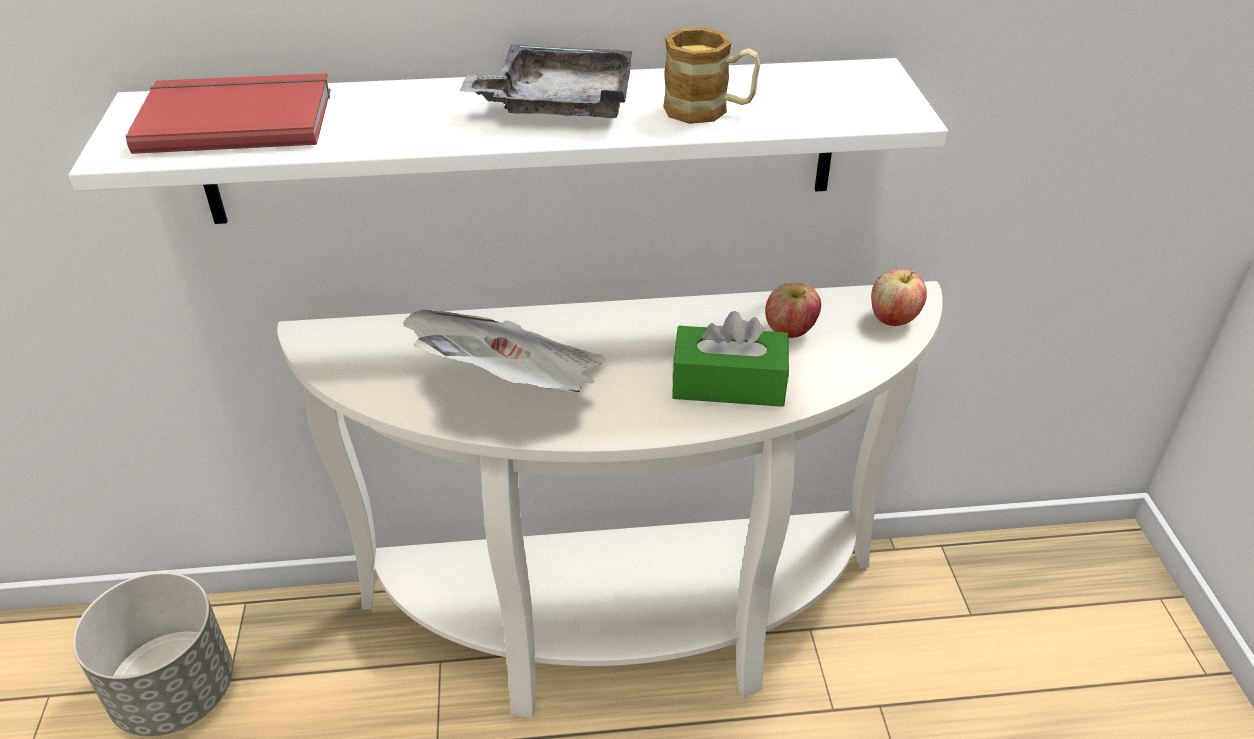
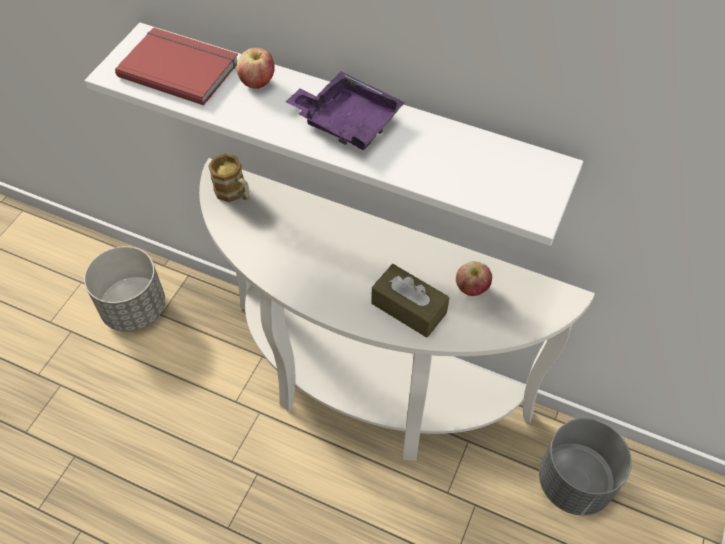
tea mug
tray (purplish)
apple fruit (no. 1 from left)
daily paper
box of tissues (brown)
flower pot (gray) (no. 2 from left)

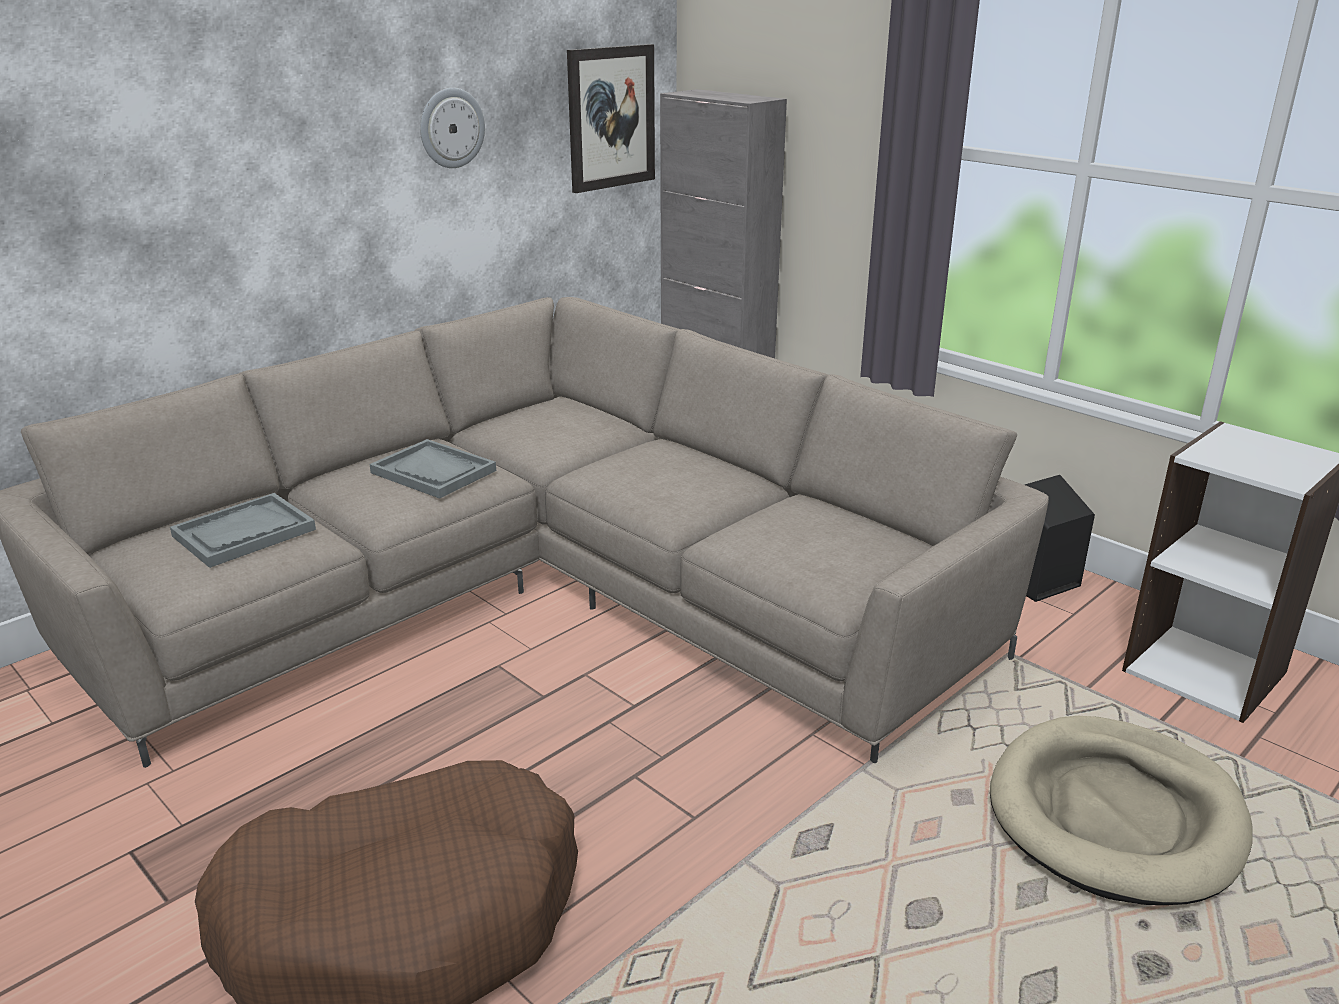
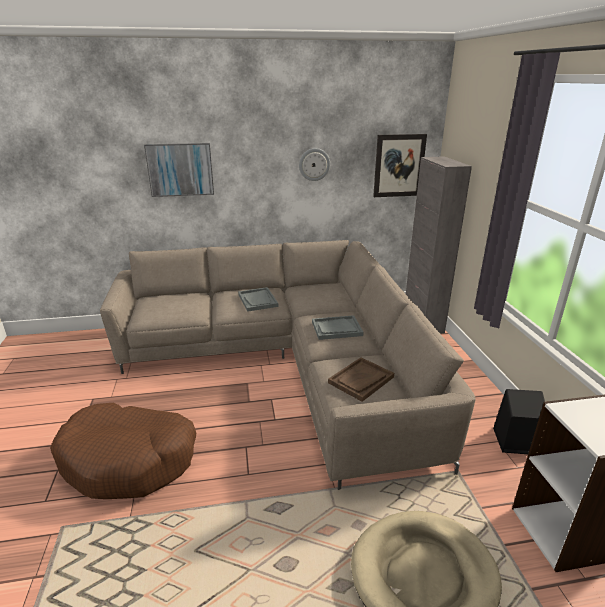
tray (gray) (no. 2 from left)
wall art (no. 1 from left)
tray (brown)

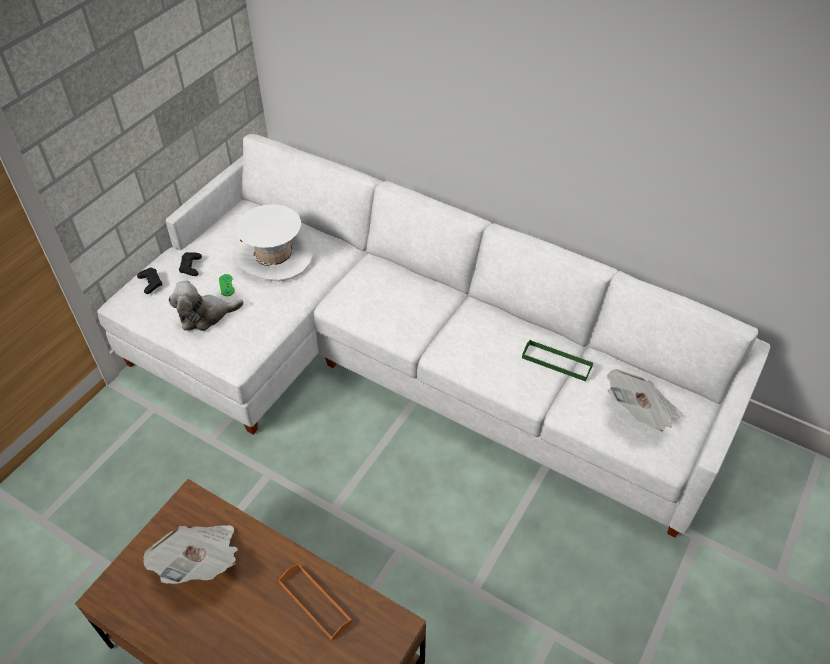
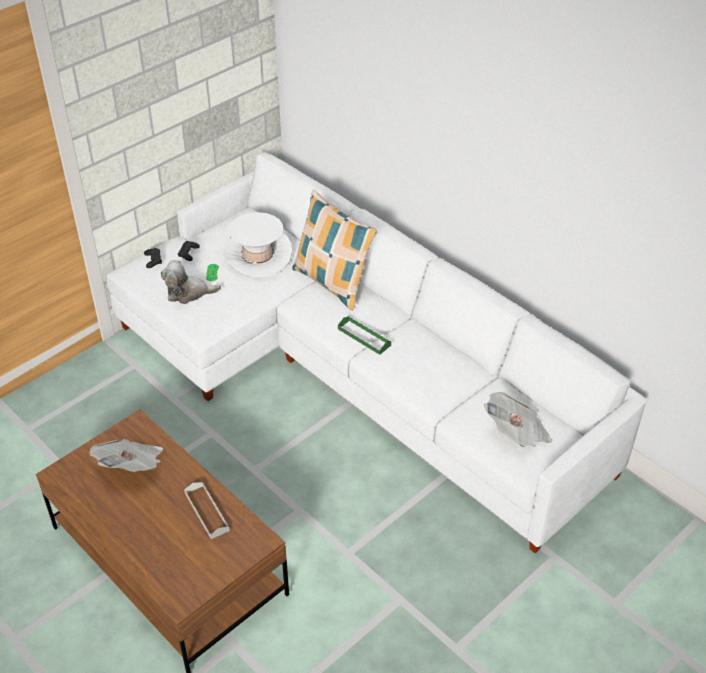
tray (green-coloured)
tray (gray)
throw pillow

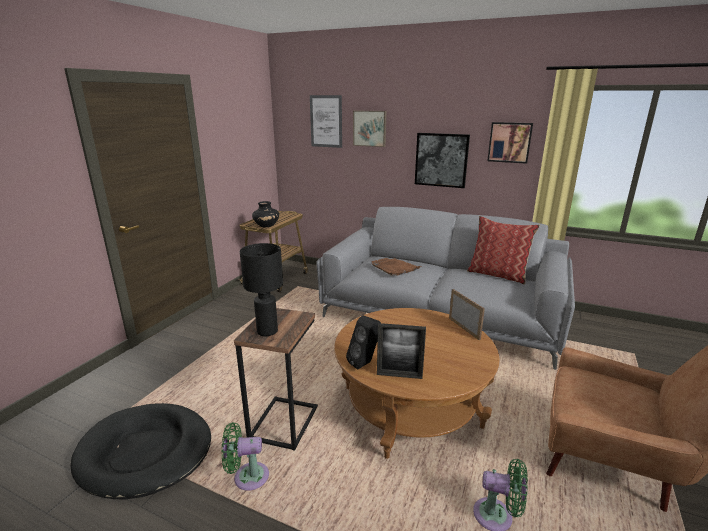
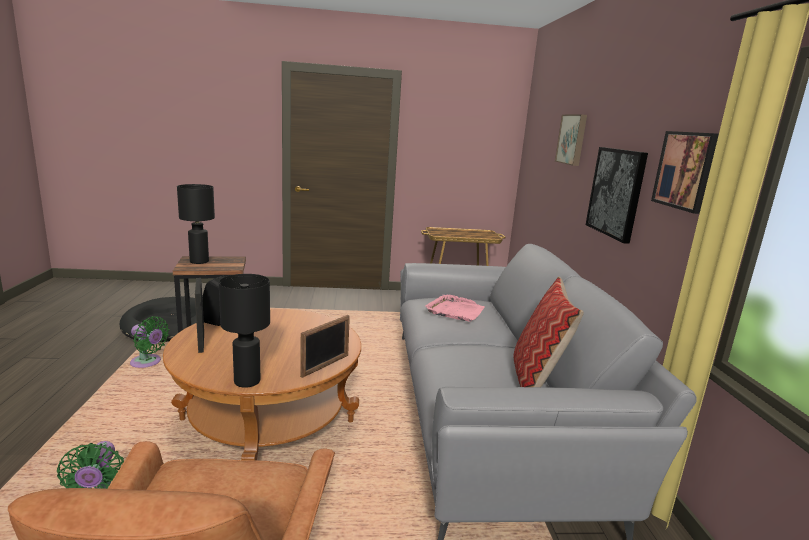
wall art (no. 1 from left in the first image)
decorative vase (blackish)
tray (pink-coloured)
fan (green-coloured) (no. 2 from left)
tabletop lamp (blackish) (no. 2 from left)

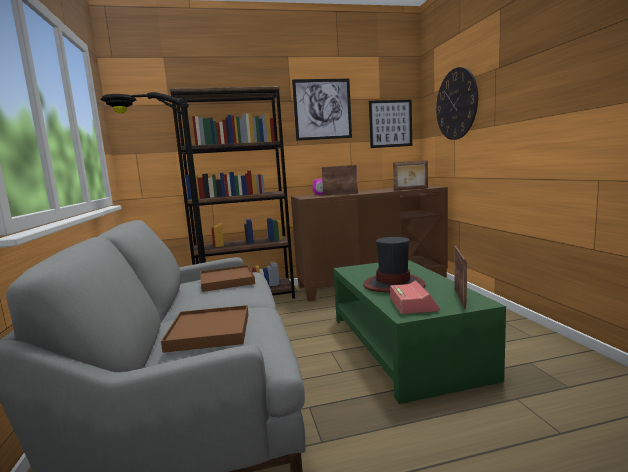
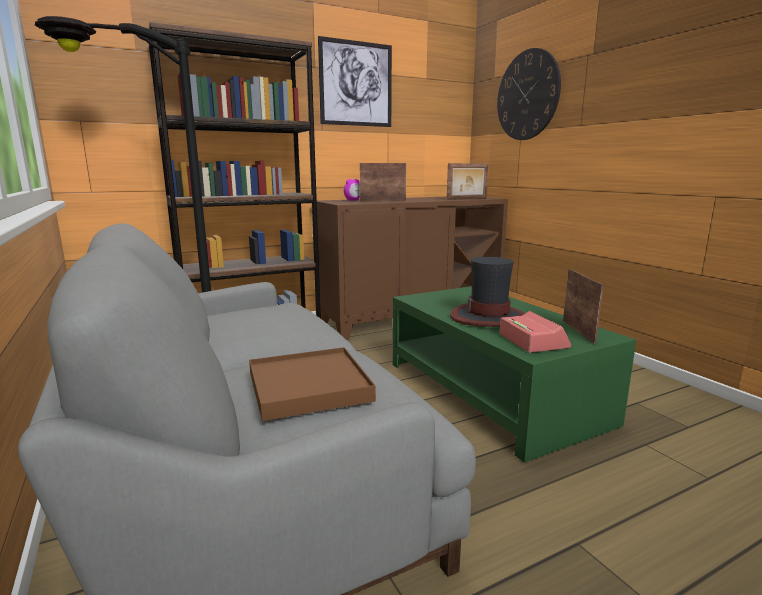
wall art (no. 2 from left in the first image)
tray (brown) (no. 2 from left in the first image)

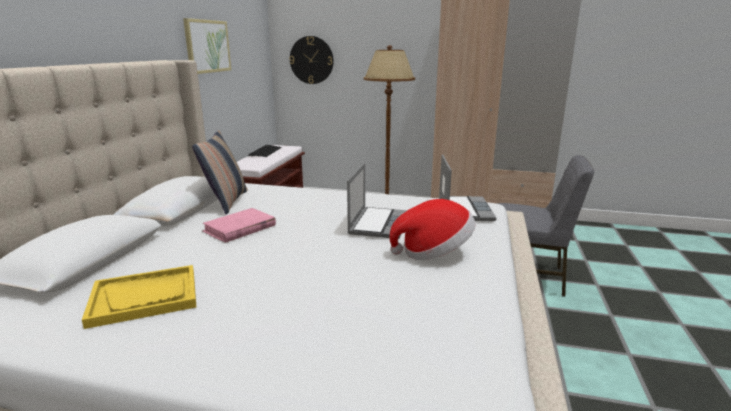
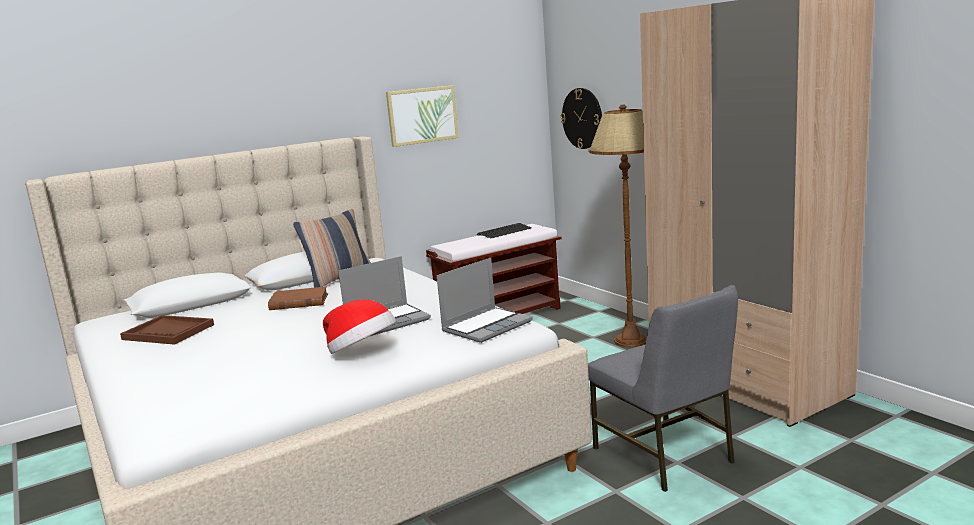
bound book (brown)
tray (brown)

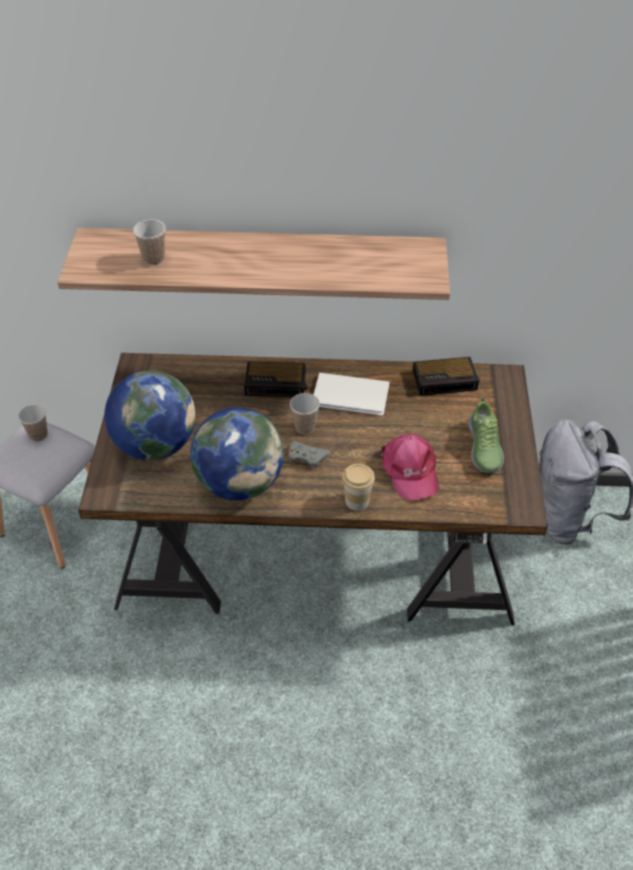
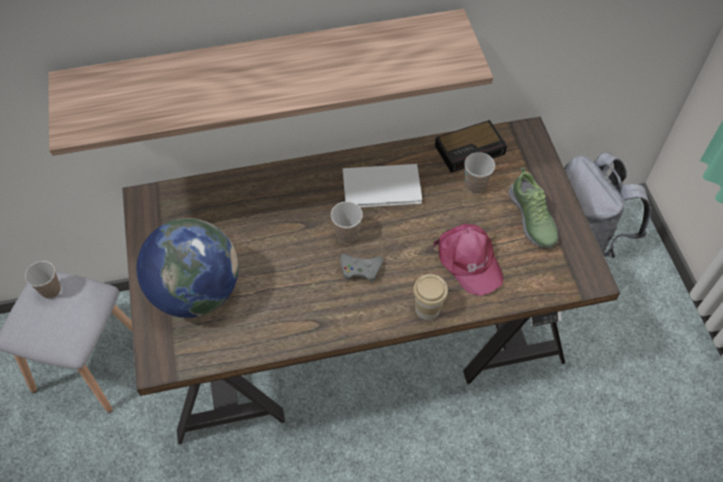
cup (no. 4 from left)
bedside clock (no. 1 from left in the first image)
globe (no. 2 from left in the first image)

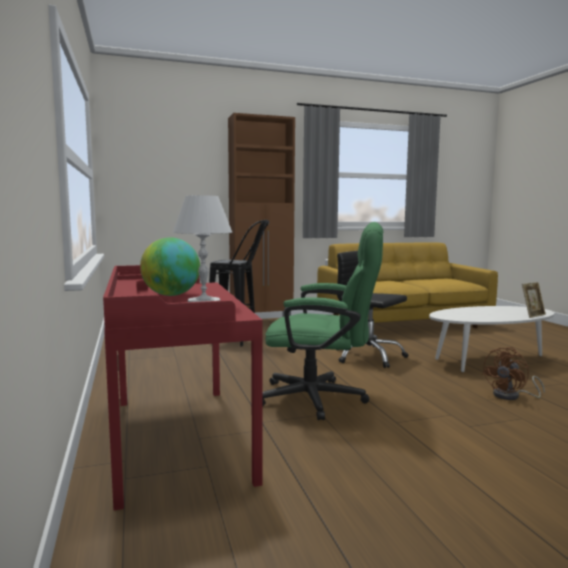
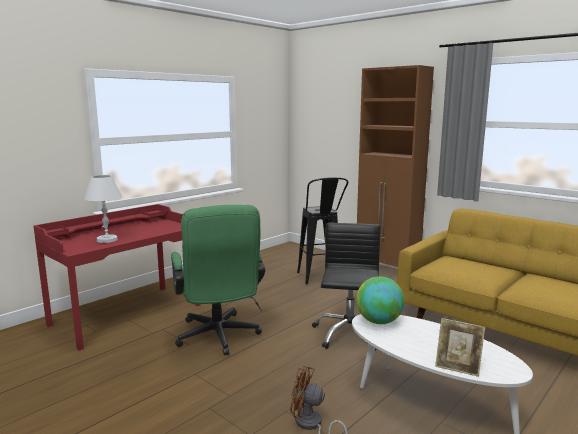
globe

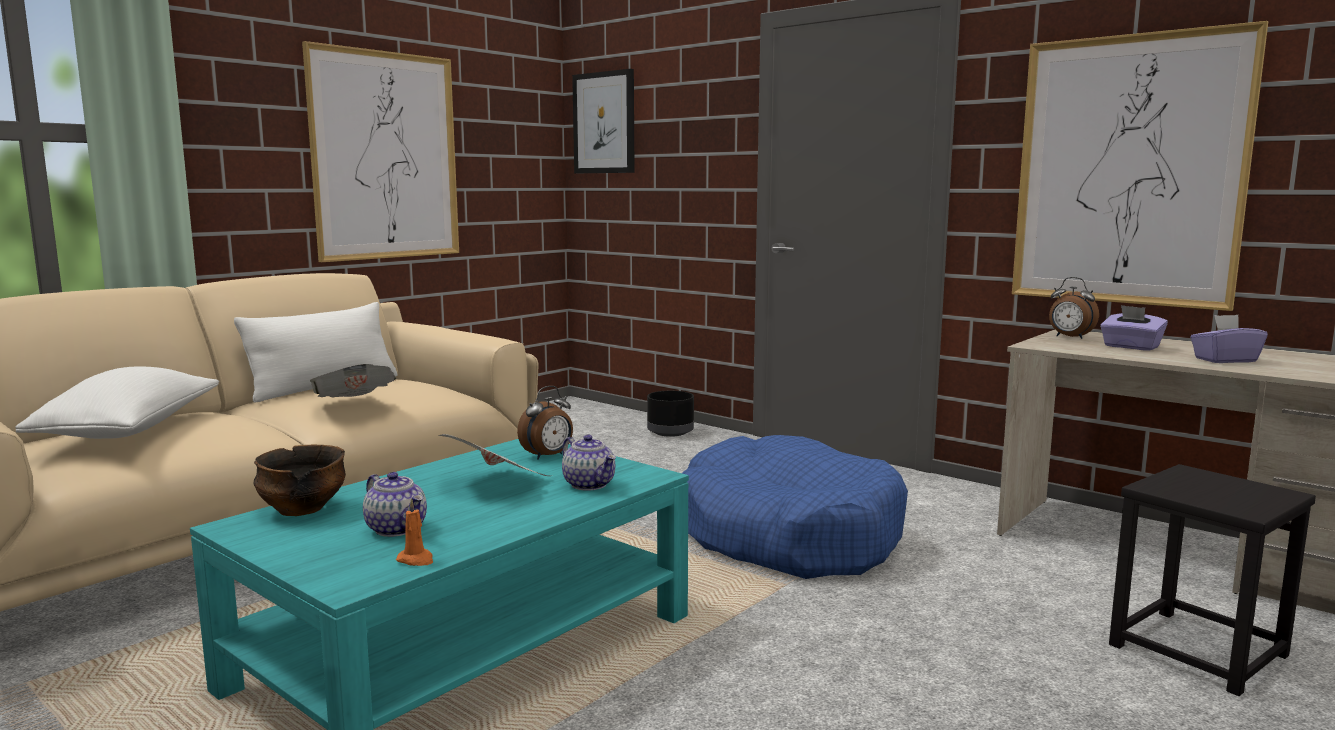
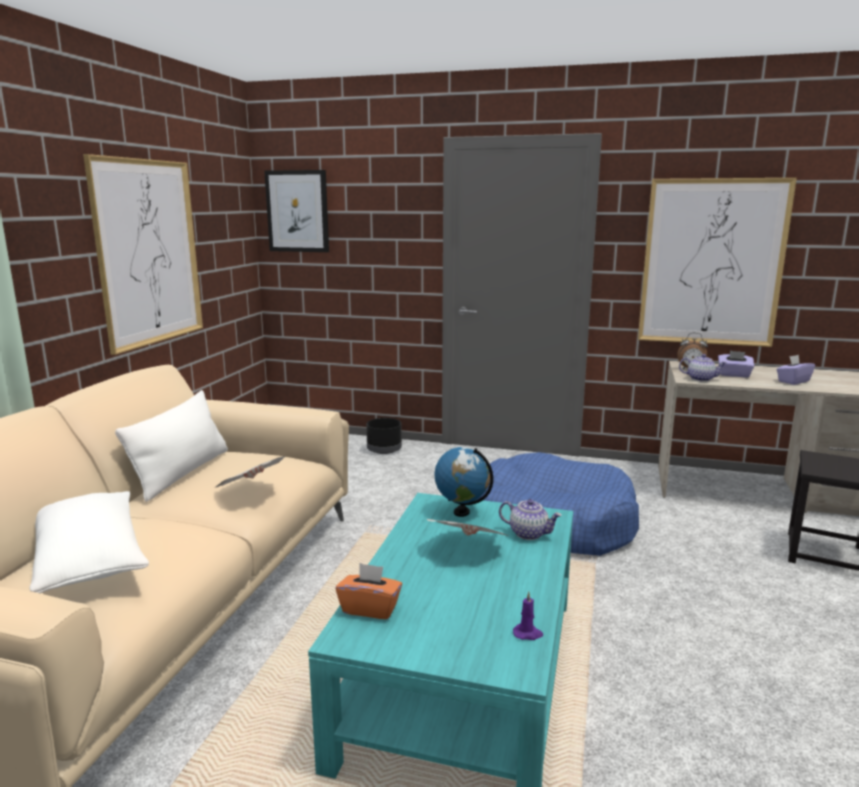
globe
box of tissues (orange)
tea pot (no. 2 from left)
candle (purplish)

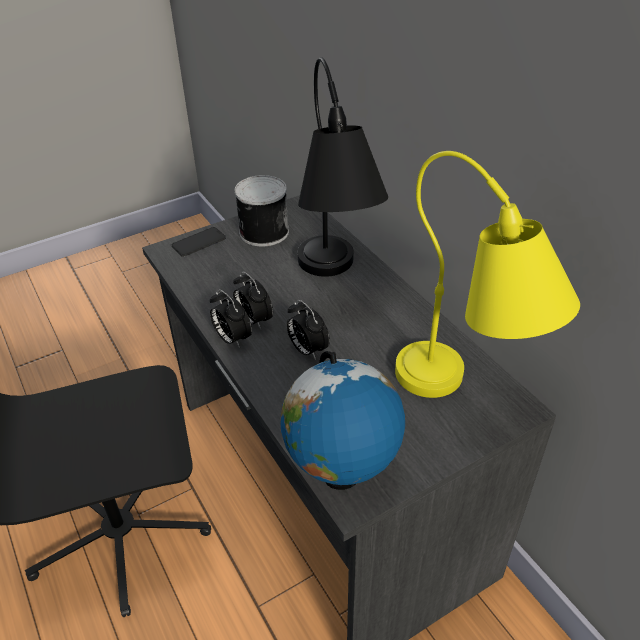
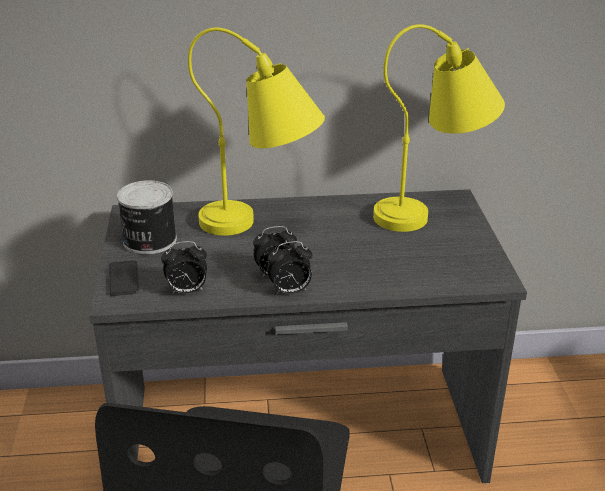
tabletop lamp (yellow) (no. 1 from left)
bedside clock (no. 1 from left)
globe

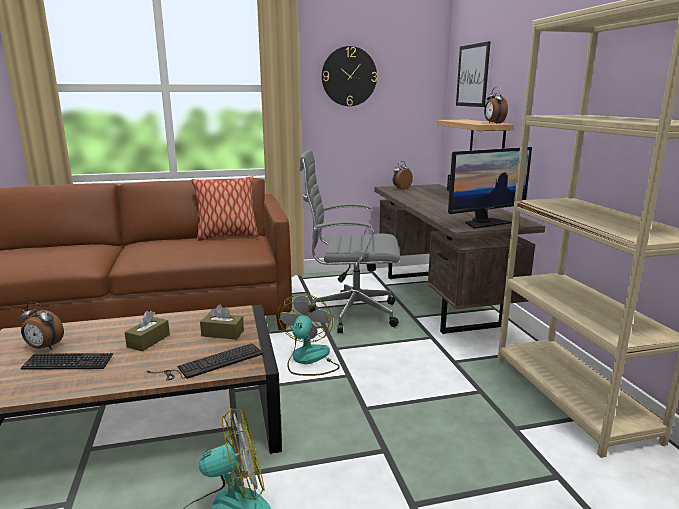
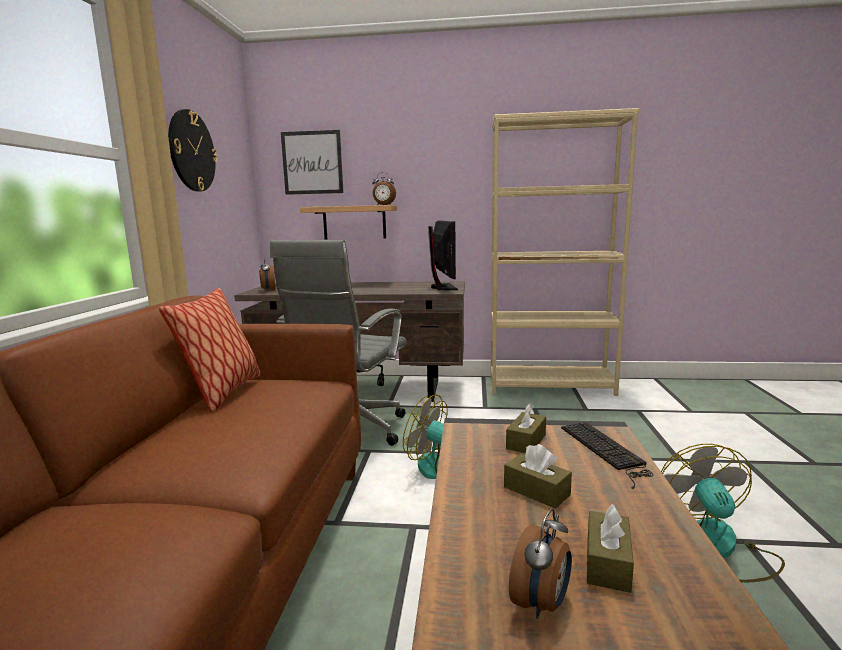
box of tissues (brown) (no. 3 from left)

